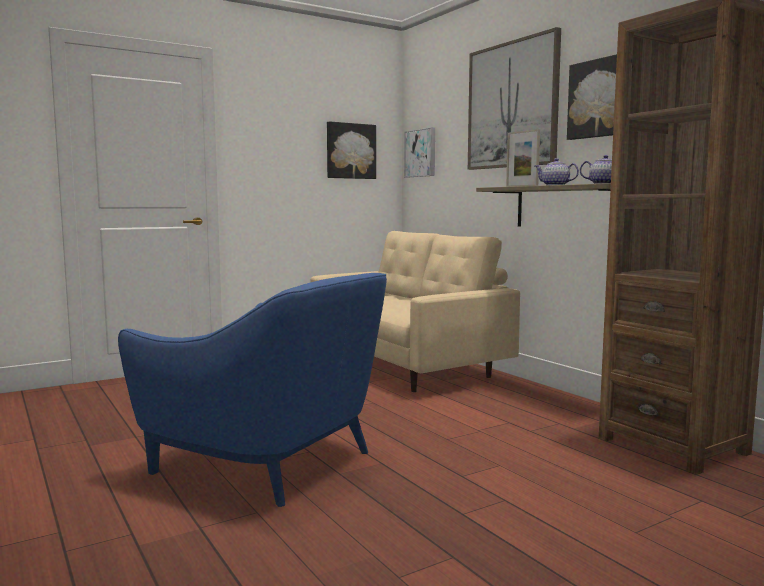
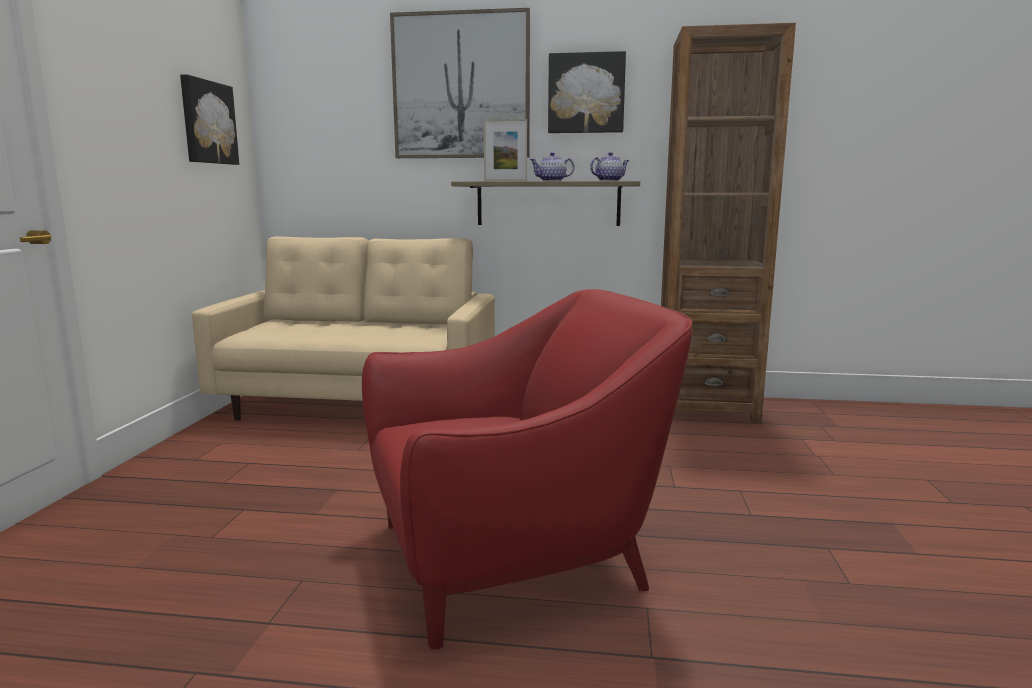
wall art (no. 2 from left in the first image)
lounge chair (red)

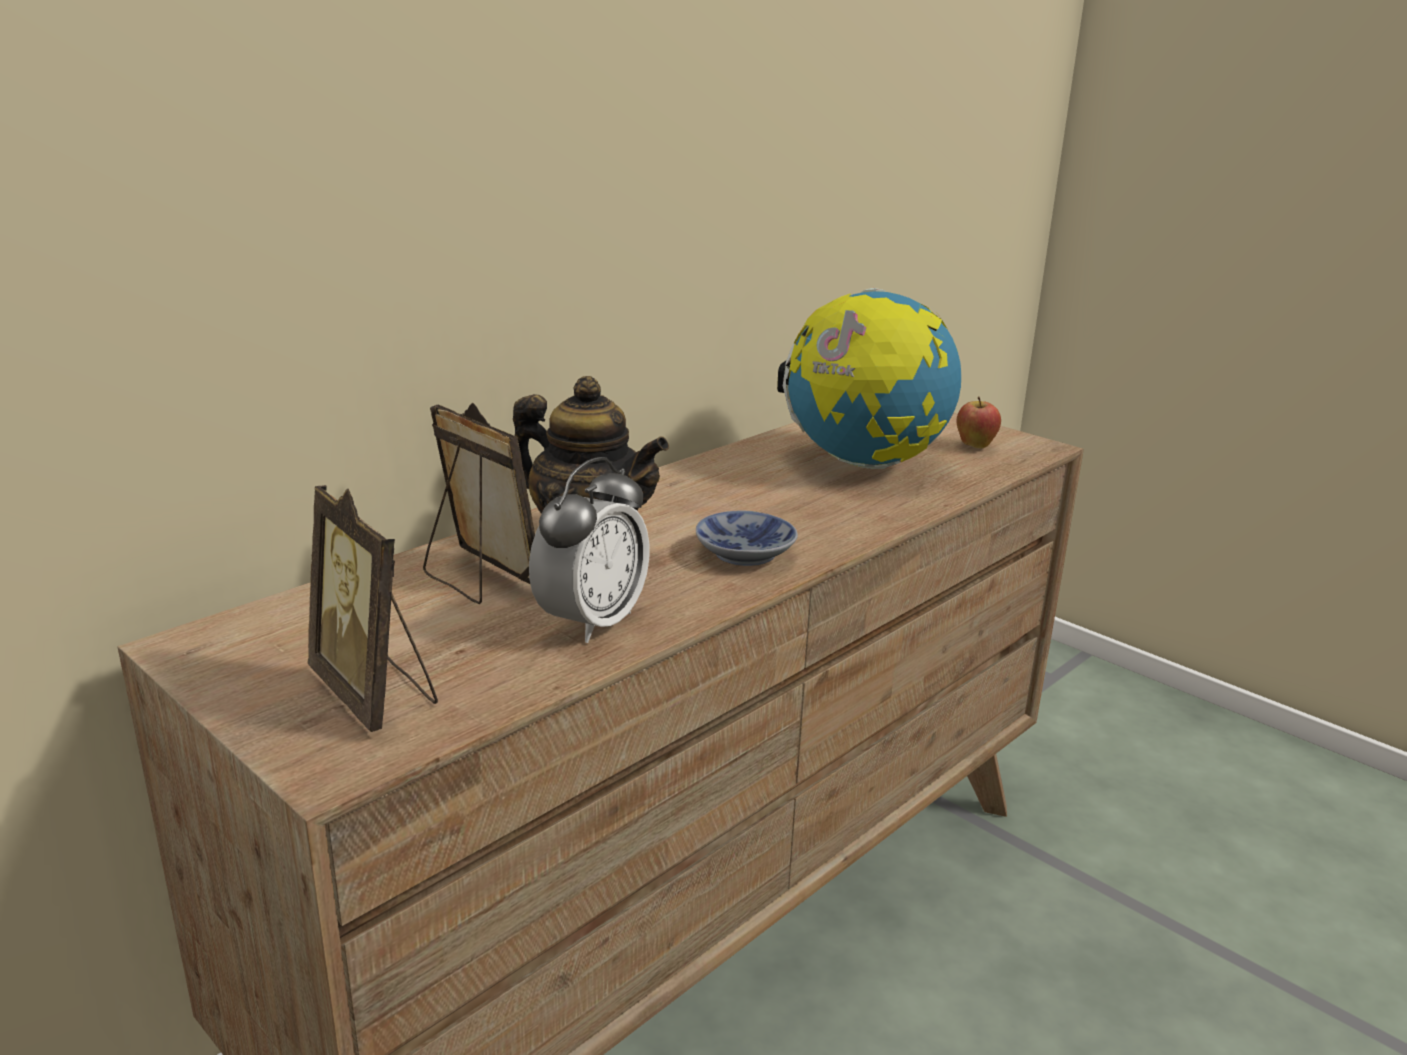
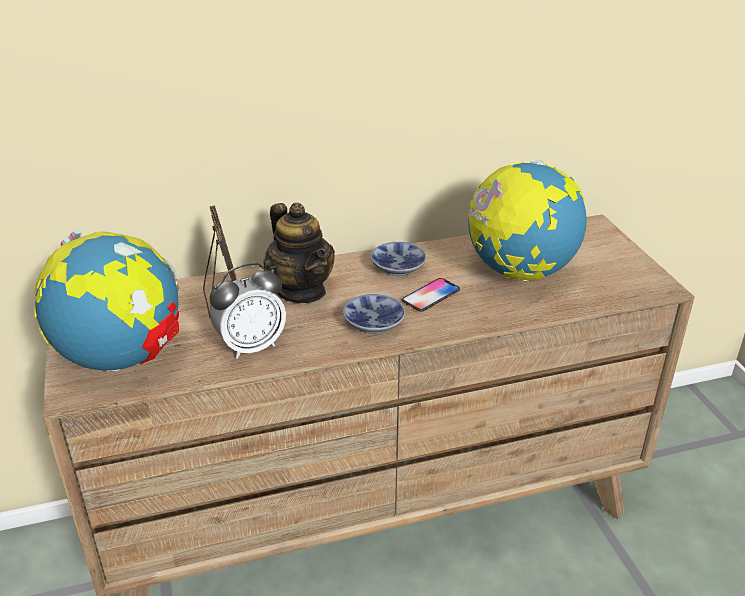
apple fruit
globe (no. 1 from left)
deep dish (no. 2 from left)
handset

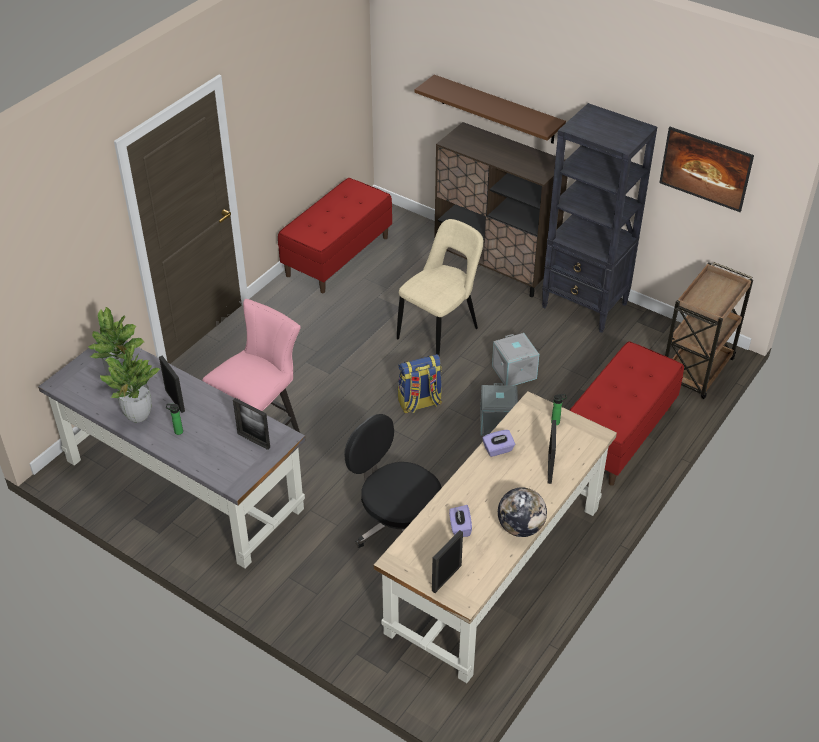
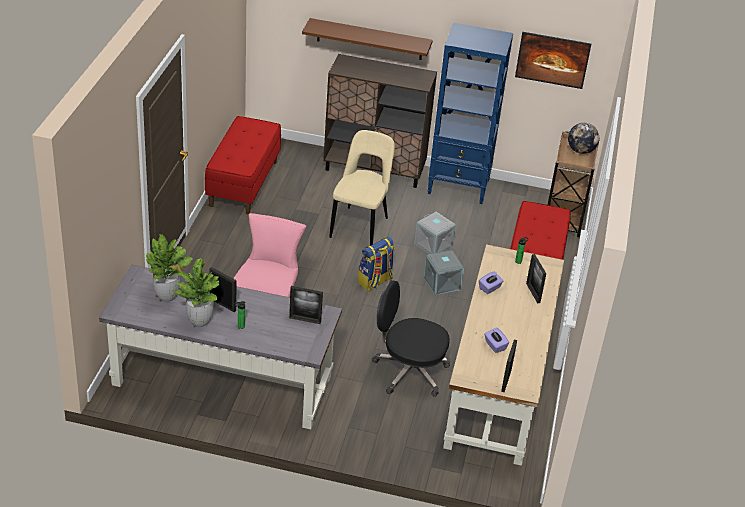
shelving unit (bluish)
globe

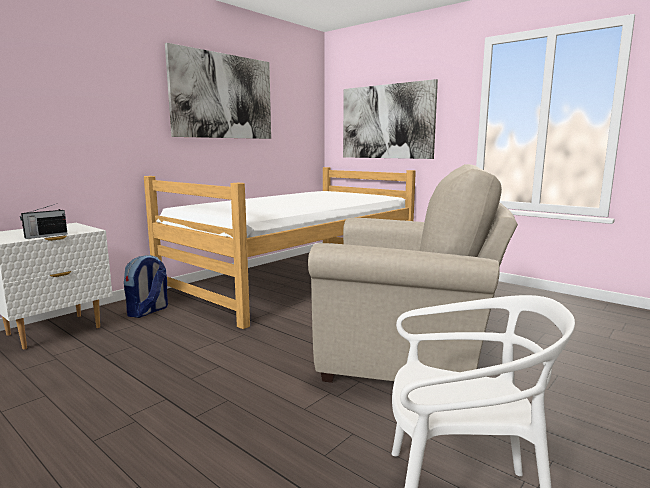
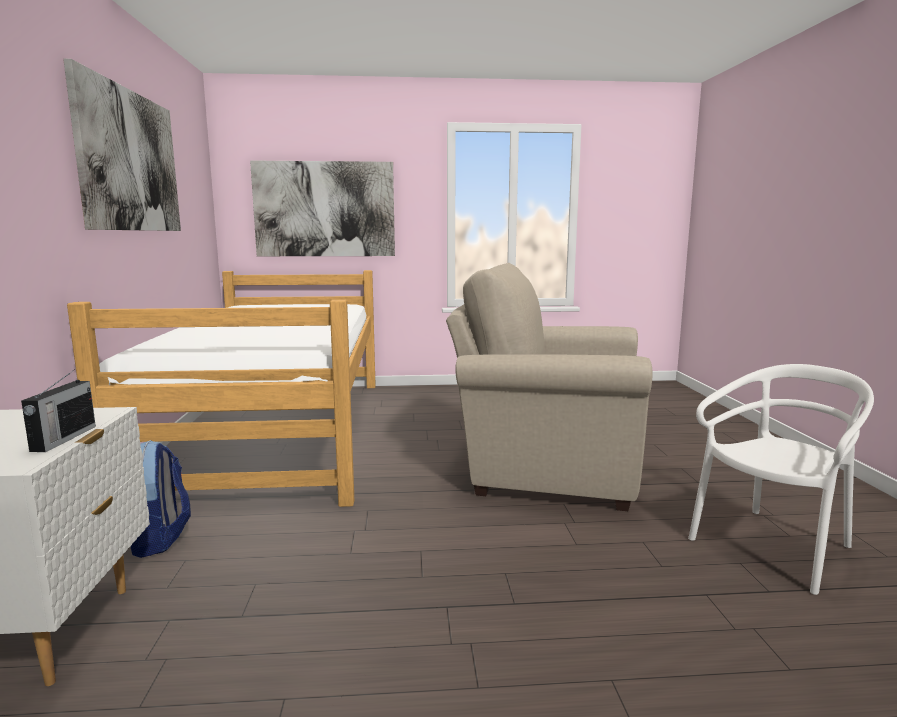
lounge chair (sand-coloured)

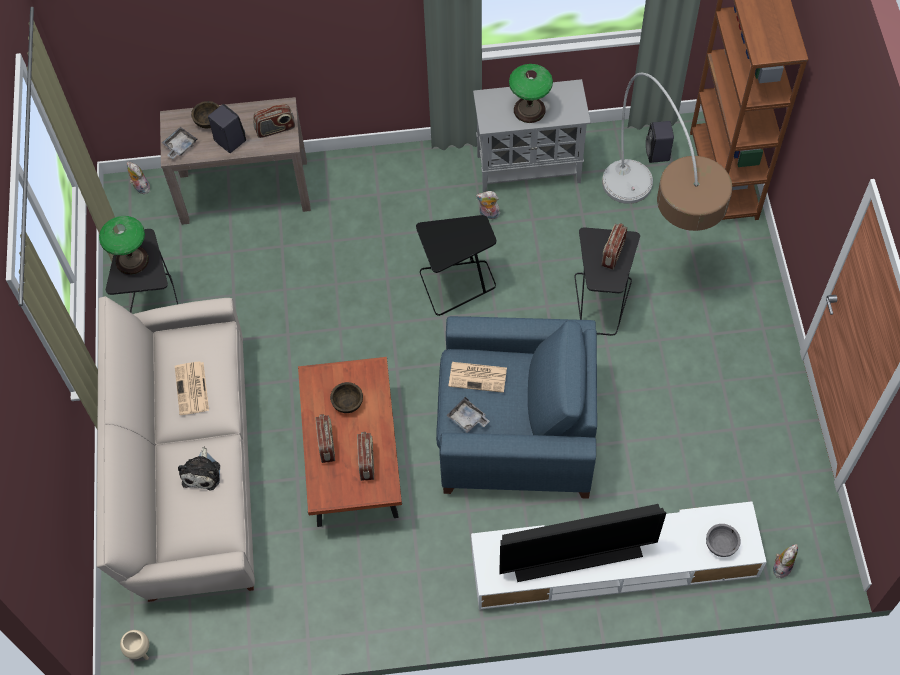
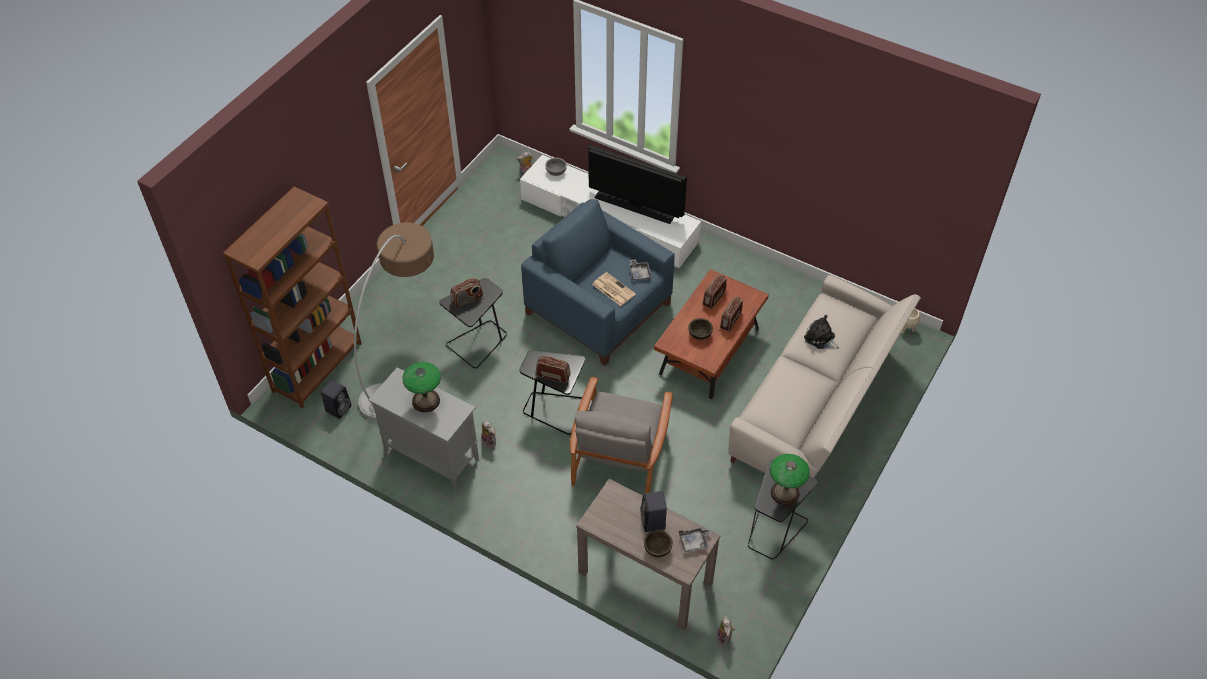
radio (no. 2 from left)
daily paper (no. 1 from left in the first image)
cuddly toy (no. 4 from left)
lounge chair (gray)

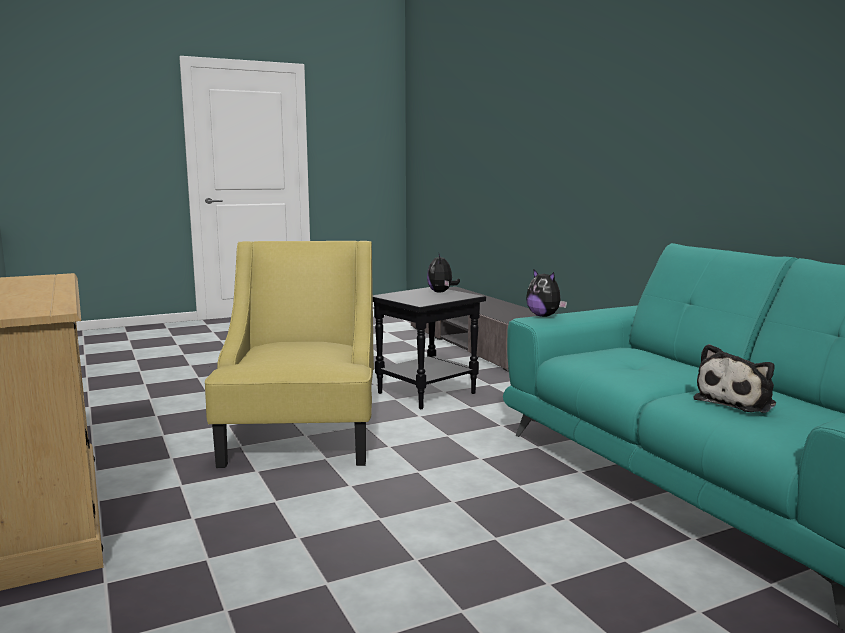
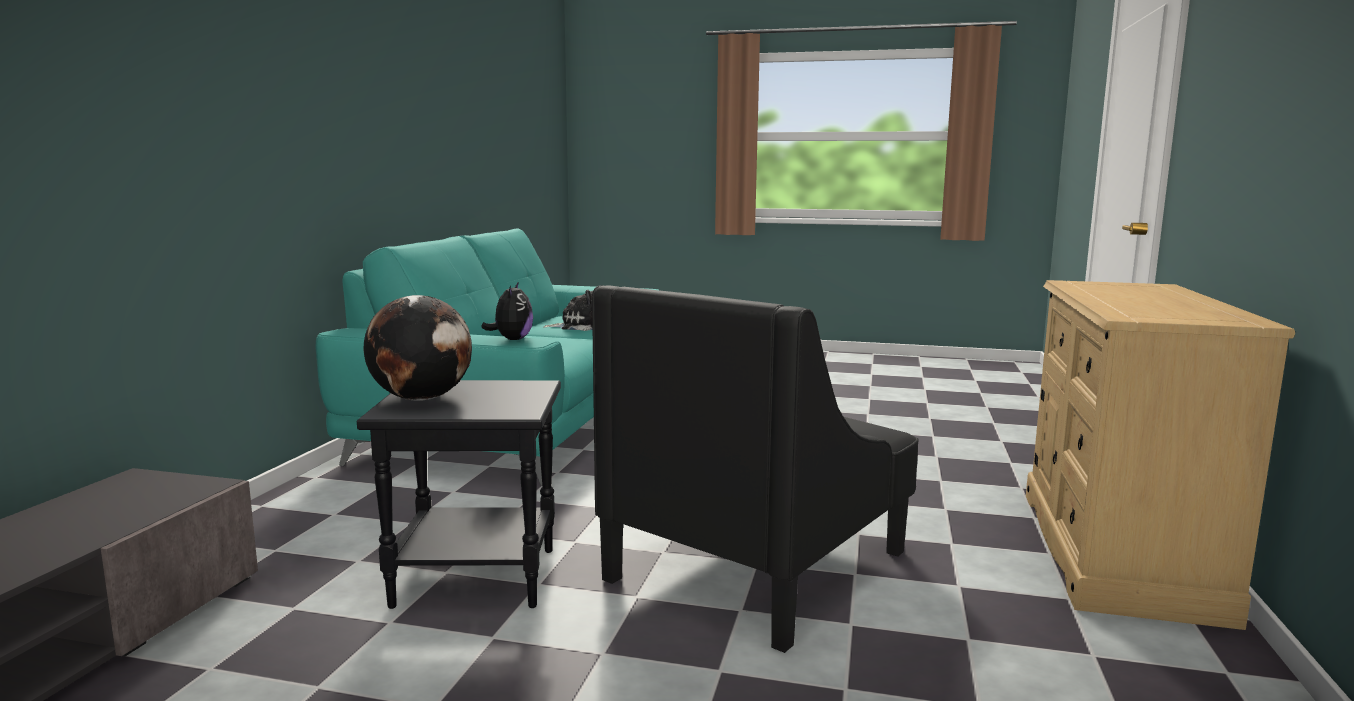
lounge chair (blackish)
globe

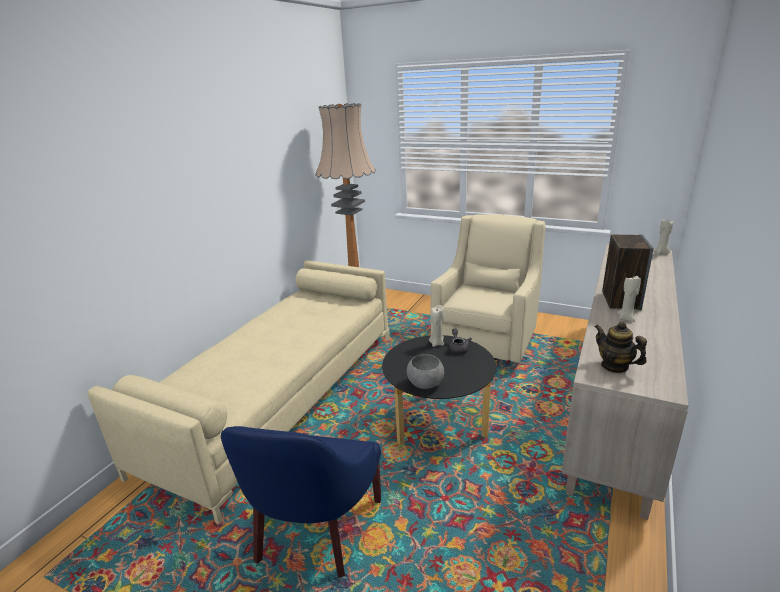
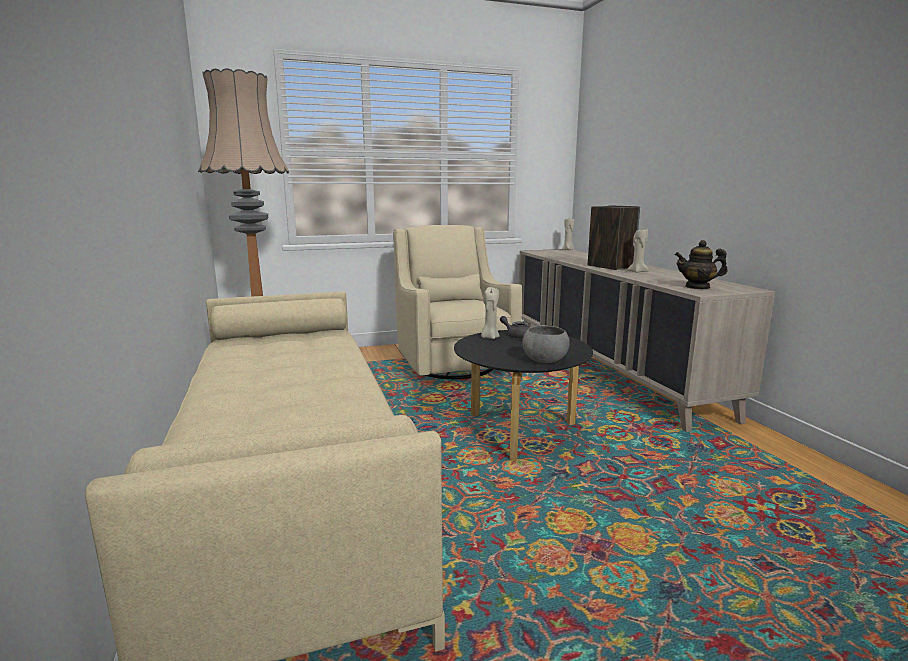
lounge chair (bluish)

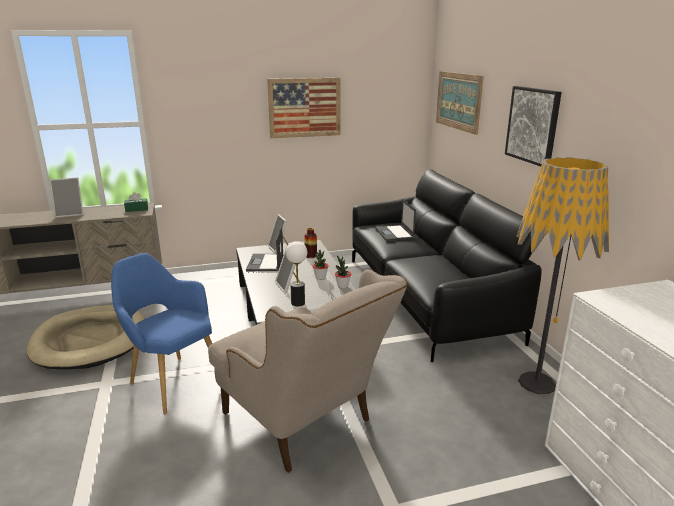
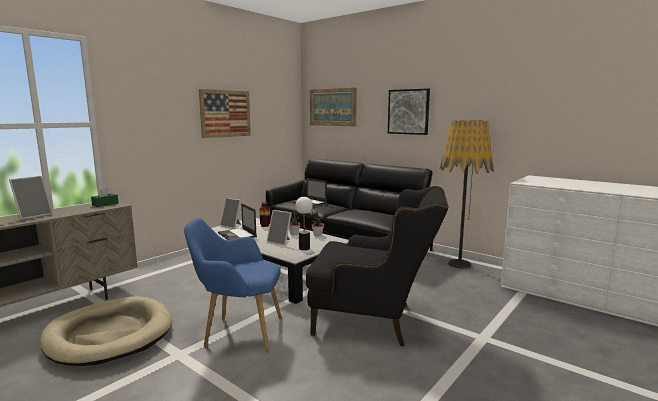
lounge chair (blackish)

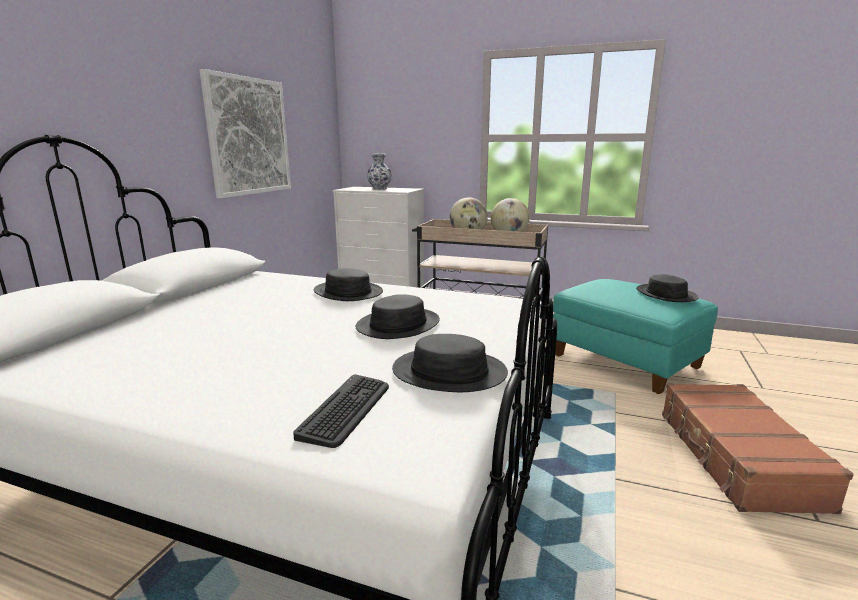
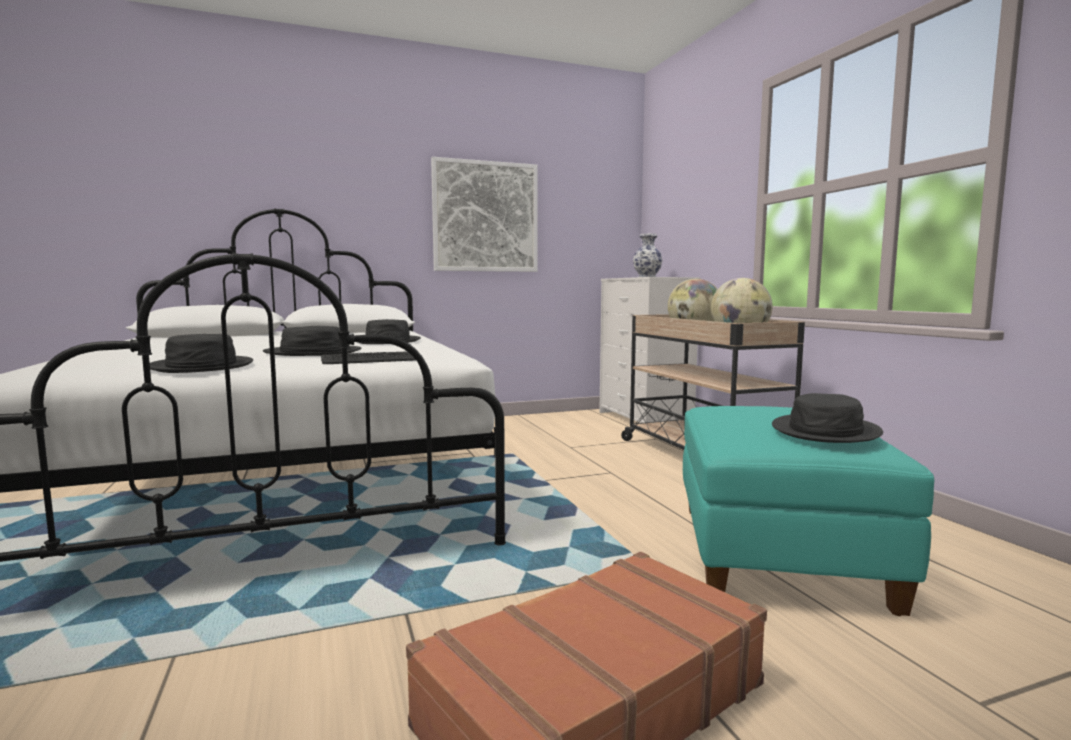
computer keyboard

